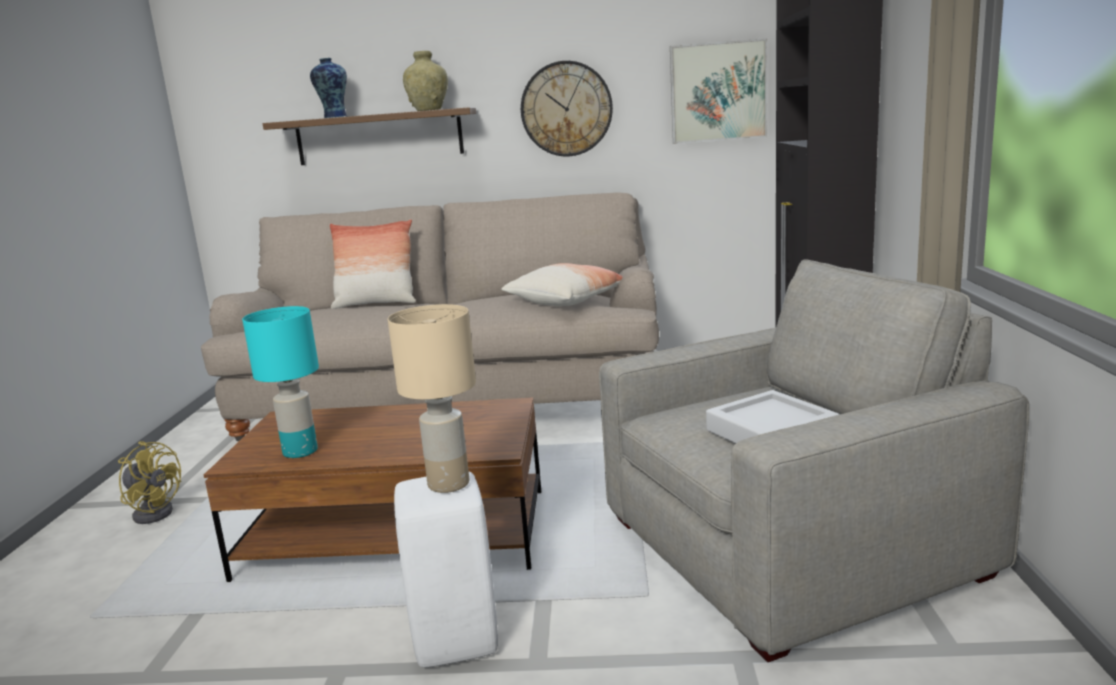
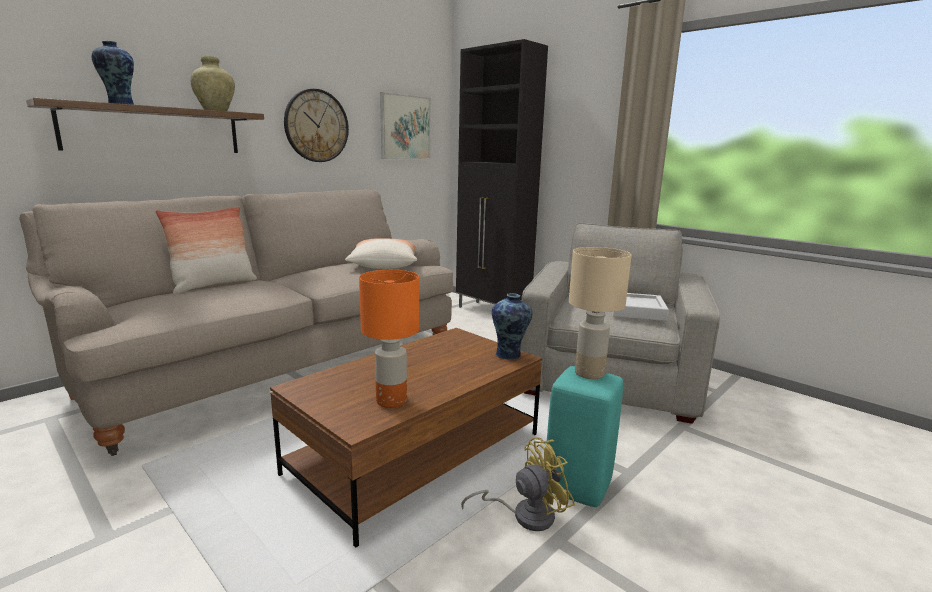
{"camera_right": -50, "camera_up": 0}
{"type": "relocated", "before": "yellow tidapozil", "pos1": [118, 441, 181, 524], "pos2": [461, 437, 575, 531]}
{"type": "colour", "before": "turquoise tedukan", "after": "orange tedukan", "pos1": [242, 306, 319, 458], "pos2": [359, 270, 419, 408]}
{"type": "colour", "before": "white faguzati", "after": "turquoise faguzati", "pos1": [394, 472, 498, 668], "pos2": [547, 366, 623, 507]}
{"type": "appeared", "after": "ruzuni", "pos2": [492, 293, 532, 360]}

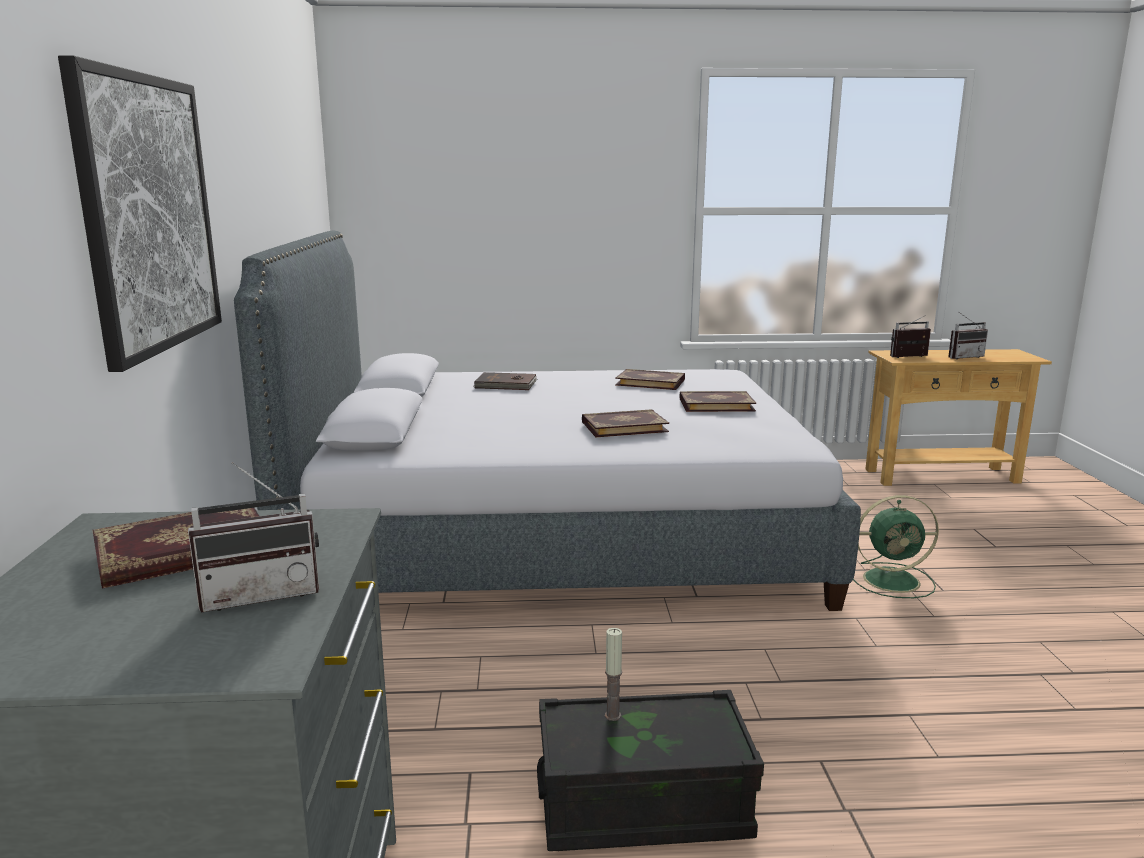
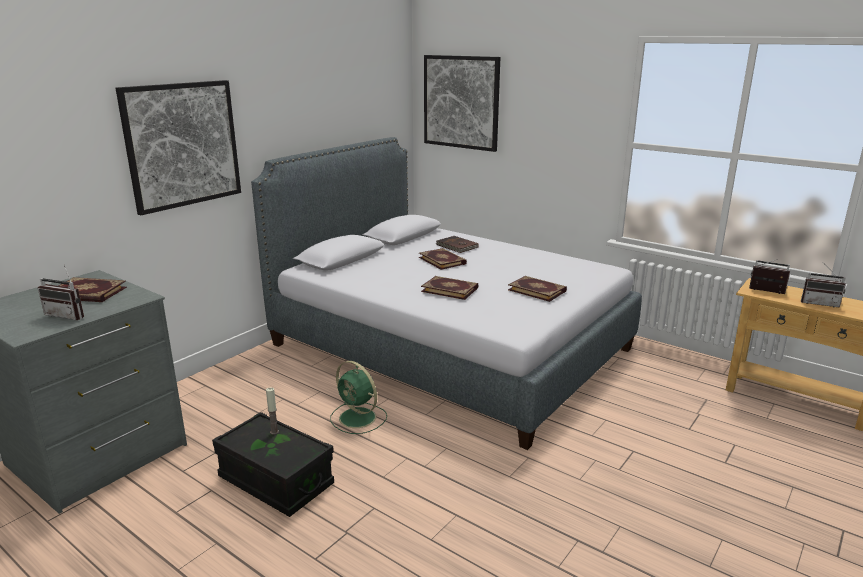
{"camera_right": 40, "camera_up": 5}
{"type": "relocated", "before": "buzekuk", "pos1": [615, 369, 685, 390], "pos2": [419, 248, 467, 270]}
{"type": "relocated", "before": "green tidapozil", "pos1": [853, 495, 939, 598], "pos2": [330, 361, 387, 434]}
{"type": "appeared", "after": "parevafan", "pos2": [424, 55, 501, 152]}

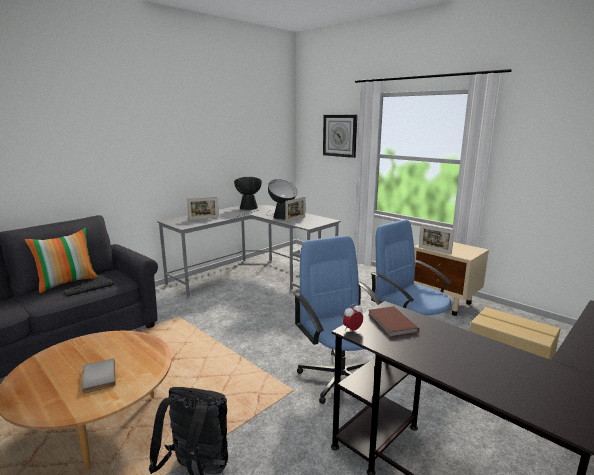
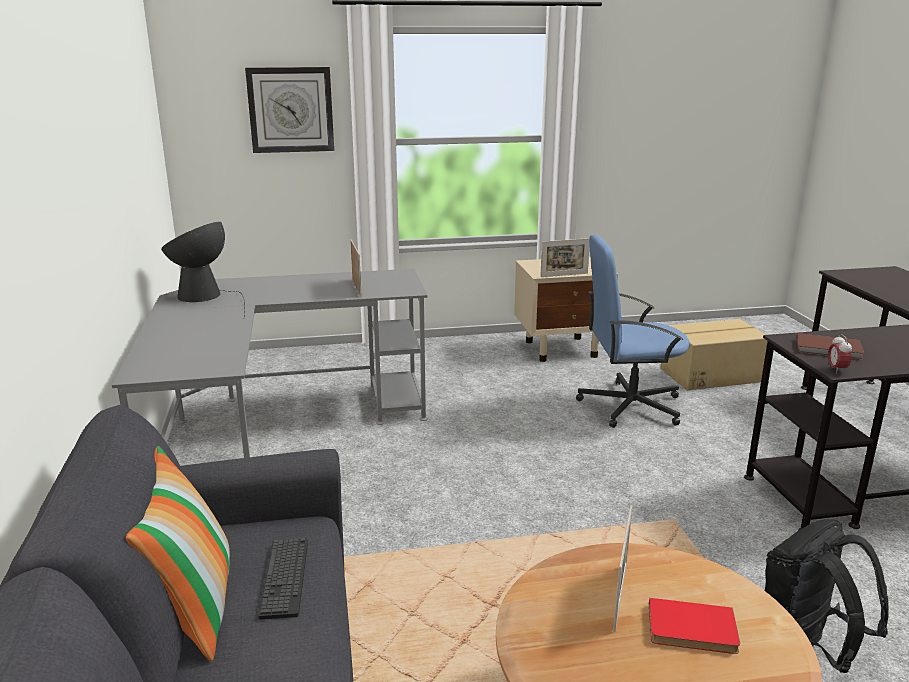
{"camera_right": -55, "camera_up": 5}
{"type": "colour", "before": "grey buzekuk", "after": "red buzekuk", "pos1": [82, 358, 116, 394], "pos2": [649, 598, 740, 654]}
{"type": "relocated", "before": "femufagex", "pos1": [187, 197, 219, 220], "pos2": [613, 505, 632, 632]}
{"type": "missing", "before": "tedukan", "pos1": [266, 179, 297, 220]}
{"type": "missing", "before": "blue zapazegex", "pos1": [294, 235, 382, 404]}

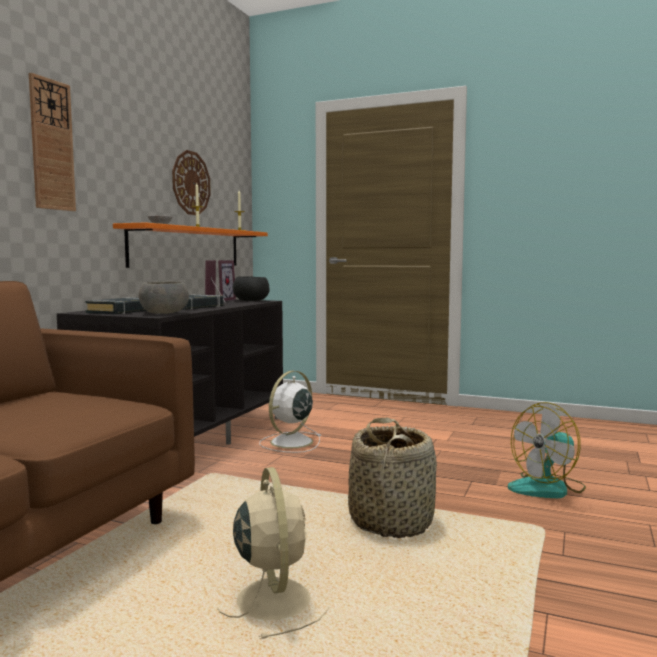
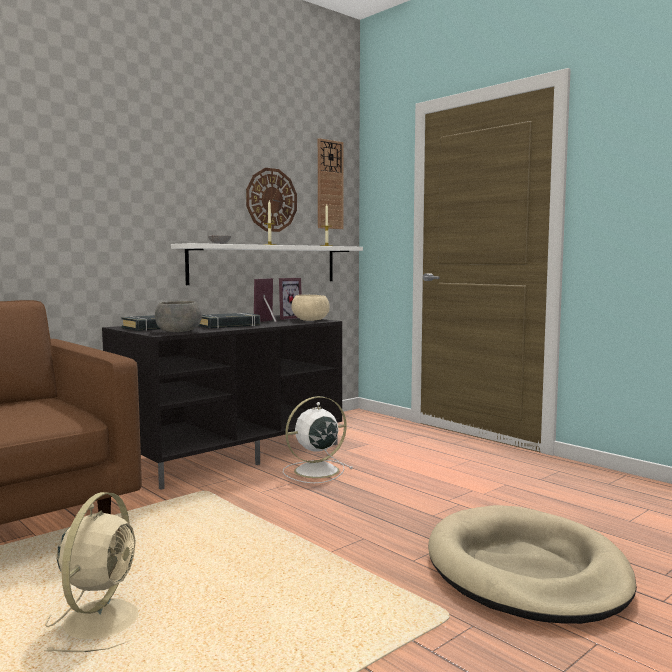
{"camera_right": 25, "camera_up": 0}
{"type": "relocated", "before": "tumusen", "pos1": [29, 73, 76, 211], "pos2": [318, 138, 344, 229]}
{"type": "colour", "before": "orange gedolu", "after": "white gedolu", "pos1": [113, 222, 268, 268], "pos2": [171, 243, 363, 285]}
{"type": "colour", "before": "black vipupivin", "after": "beige vipupivin", "pos1": [233, 276, 270, 301], "pos2": [292, 295, 330, 321]}
{"type": "missing", "before": "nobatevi", "pos1": [348, 418, 437, 538]}
{"type": "exchanged", "before": "tidapozil", "after": "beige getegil", "pos1": [508, 402, 586, 498], "pos2": [428, 505, 637, 624]}

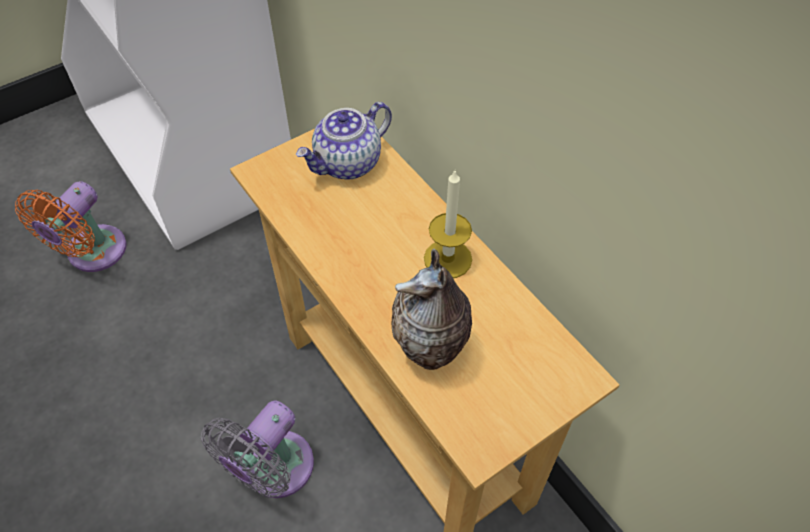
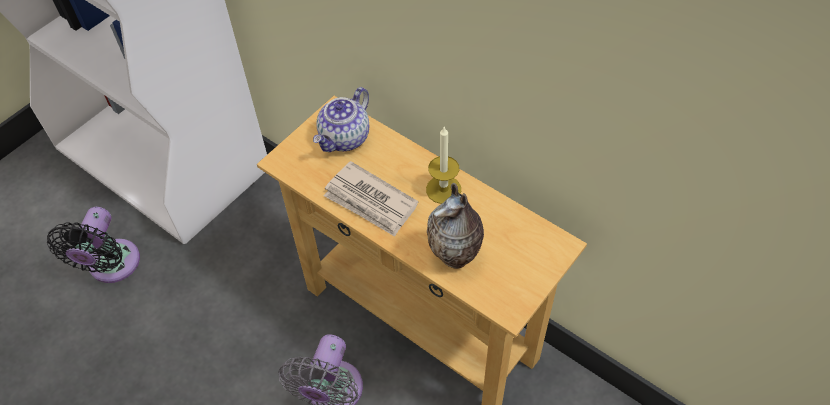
{"camera_right": -15, "camera_up": 0}
{"type": "colour", "before": "orange tidapozil", "after": "black tidapozil", "pos1": [15, 181, 127, 272], "pos2": [47, 207, 140, 283]}
{"type": "appeared", "after": "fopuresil", "pos2": [324, 161, 418, 237]}

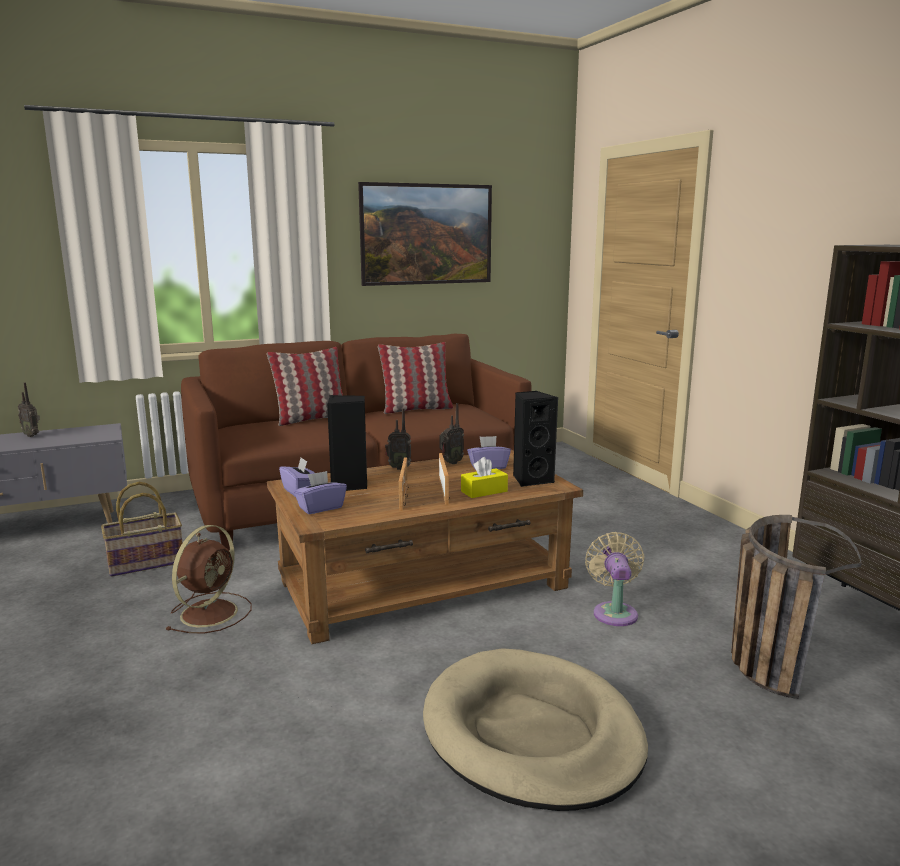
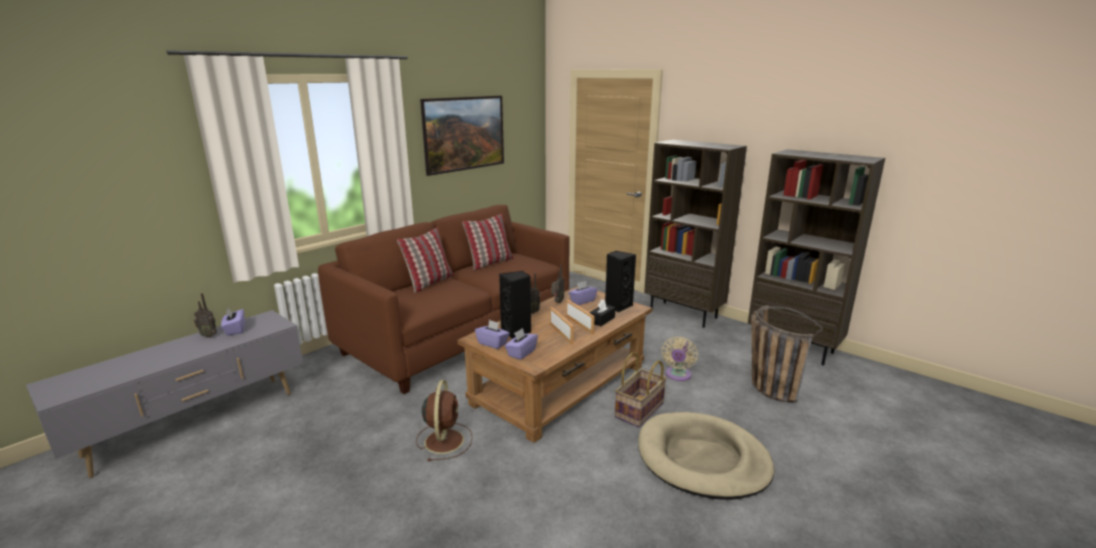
{"camera_right": -25, "camera_up": 5}
{"type": "relocated", "before": "nobatevi", "pos1": [101, 482, 183, 577], "pos2": [615, 352, 667, 427]}
{"type": "colour", "before": "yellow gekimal", "after": "black gekimal", "pos1": [461, 457, 508, 498], "pos2": [590, 299, 615, 326]}
{"type": "spun", "before": "beige tidapozil", "pos1": [585, 532, 645, 626], "pos2": [662, 337, 698, 381], "turn": -135}
{"type": "appeared", "after": "purple gekimal", "pos2": [221, 307, 245, 336]}
{"type": "appeared", "after": "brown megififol", "pos2": [644, 140, 747, 328]}

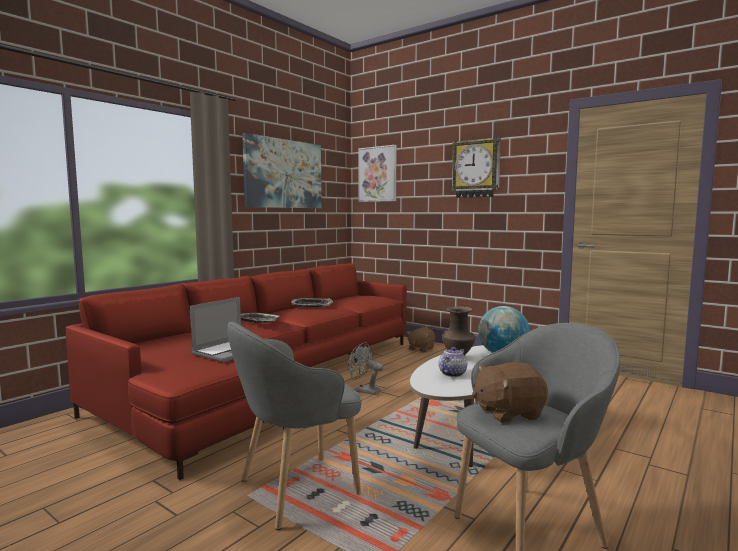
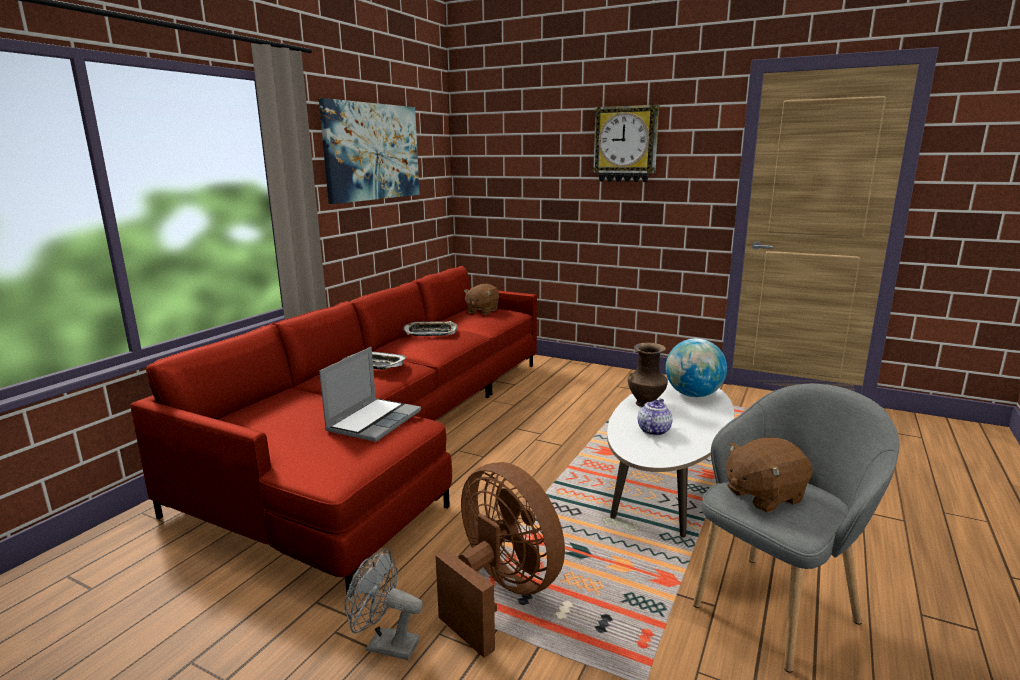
{"camera_right": -10, "camera_up": 10}
{"type": "exchanged", "before": "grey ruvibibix", "after": "brown tidapozil", "pos1": [227, 322, 362, 530], "pos2": [436, 462, 565, 658]}
{"type": "relocated", "before": "grey tidapozil", "pos1": [348, 342, 384, 395], "pos2": [345, 549, 423, 660]}
{"type": "missing", "before": "parevafan", "pos1": [358, 145, 397, 202]}
{"type": "relocated", "before": "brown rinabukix", "pos1": [407, 327, 435, 352], "pos2": [464, 284, 499, 314]}

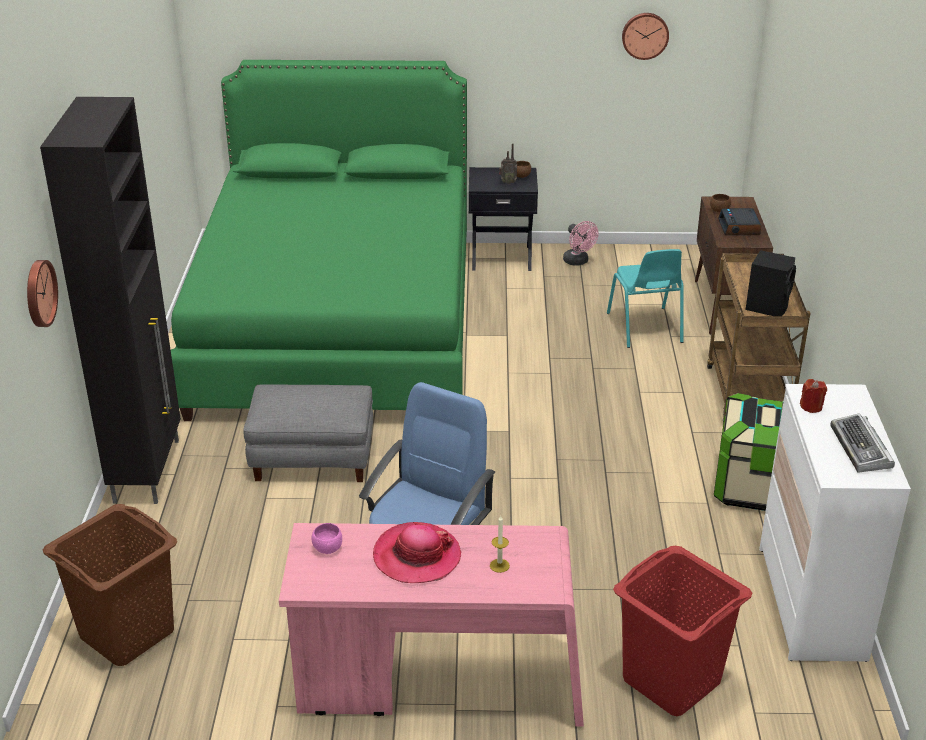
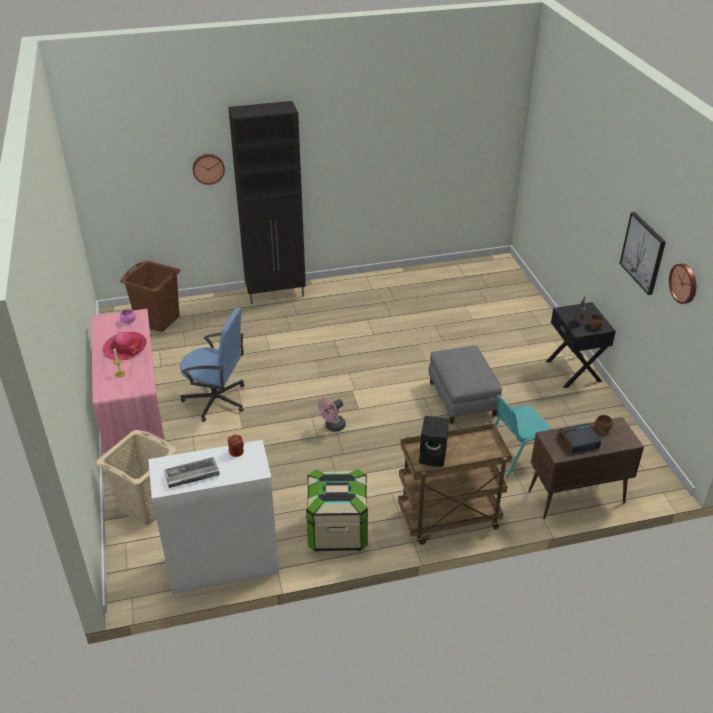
{"camera_right": 75, "camera_up": 5}
{"type": "missing", "before": "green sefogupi", "pos1": [171, 60, 467, 421]}
{"type": "relocated", "before": "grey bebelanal", "pos1": [243, 384, 373, 482], "pos2": [429, 345, 502, 424]}
{"type": "relocated", "before": "pink tidapozil", "pos1": [563, 221, 598, 266], "pos2": [318, 398, 346, 432]}
{"type": "colour", "before": "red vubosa", "after": "beige vubosa", "pos1": [613, 546, 752, 716], "pos2": [96, 430, 176, 525]}
{"type": "appeared", "after": "parevafan", "pos2": [619, 212, 666, 295]}

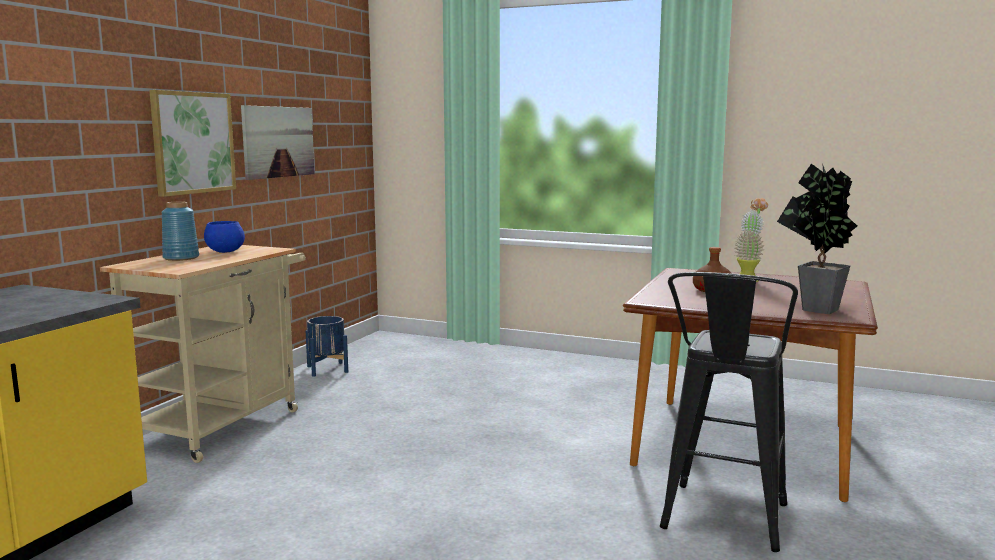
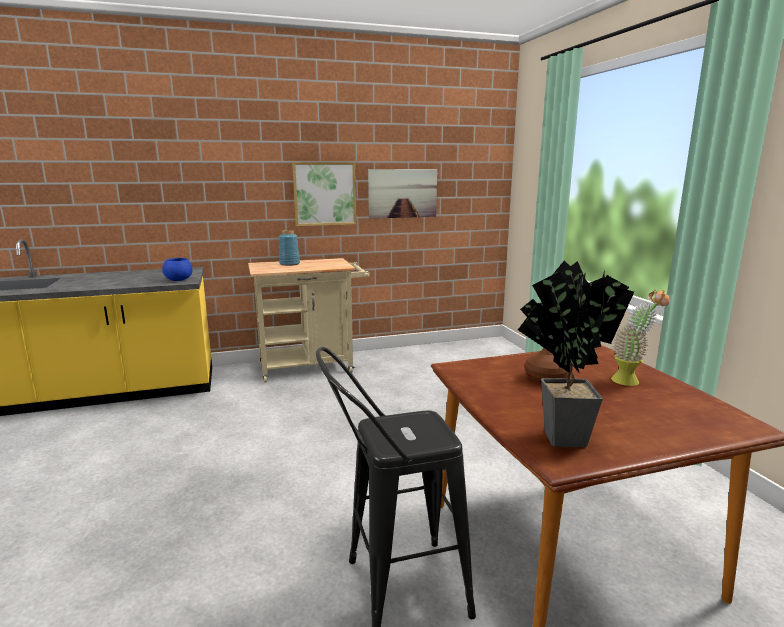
{"camera_right": 50, "camera_up": 5}
{"type": "relocated", "before": "blue vipupivin", "pos1": [204, 221, 245, 253], "pos2": [162, 258, 192, 281]}
{"type": "missing", "before": "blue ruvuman", "pos1": [306, 316, 348, 377]}

